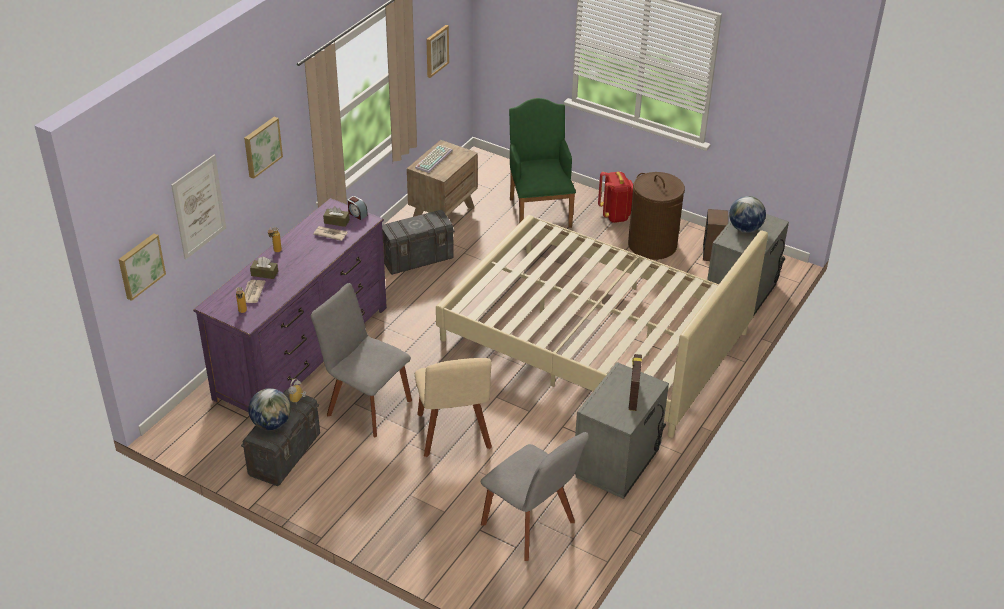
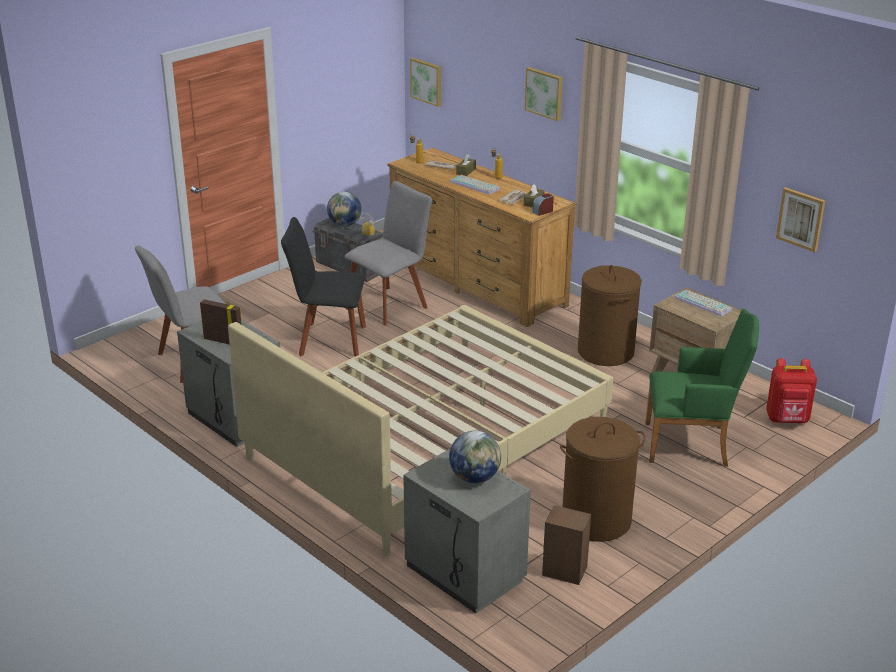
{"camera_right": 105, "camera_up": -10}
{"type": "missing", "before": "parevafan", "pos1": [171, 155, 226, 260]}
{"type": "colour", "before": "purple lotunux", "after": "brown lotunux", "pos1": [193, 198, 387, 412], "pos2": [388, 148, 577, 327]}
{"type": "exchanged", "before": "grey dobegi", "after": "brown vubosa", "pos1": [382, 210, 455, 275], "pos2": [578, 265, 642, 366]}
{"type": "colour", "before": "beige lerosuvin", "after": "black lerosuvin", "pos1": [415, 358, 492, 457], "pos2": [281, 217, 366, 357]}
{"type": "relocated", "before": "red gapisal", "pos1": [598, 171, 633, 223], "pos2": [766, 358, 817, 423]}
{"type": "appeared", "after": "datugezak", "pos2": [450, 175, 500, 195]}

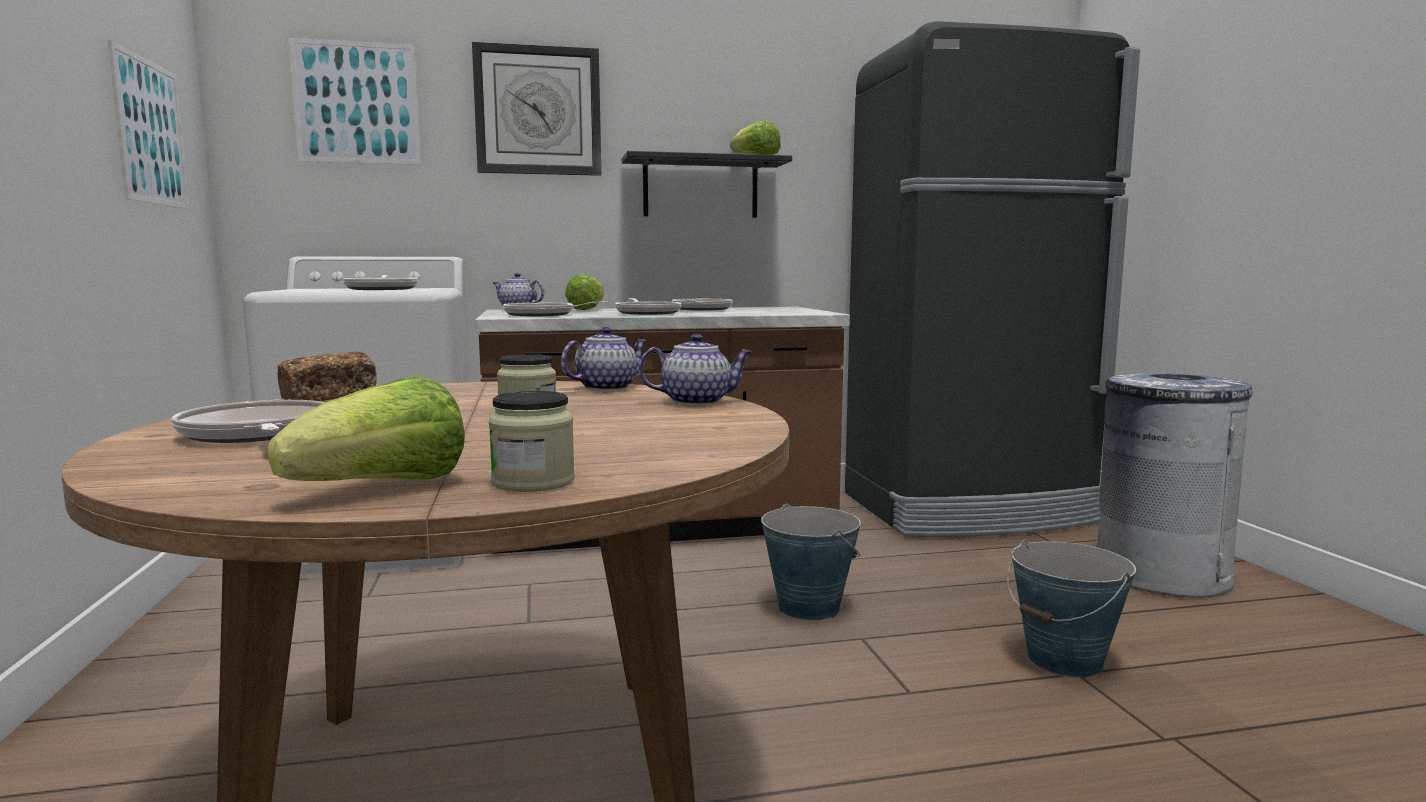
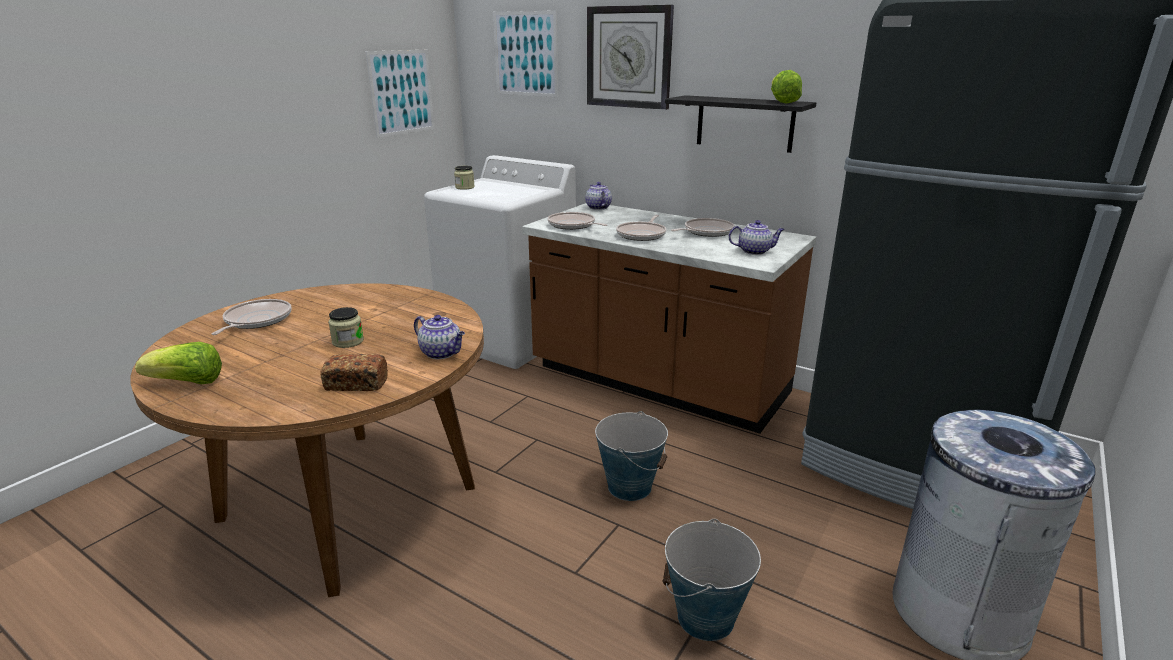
{"camera_right": 45, "camera_up": 15}
{"type": "relocated", "before": "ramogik", "pos1": [277, 352, 377, 401], "pos2": [320, 354, 388, 391]}
{"type": "missing", "before": "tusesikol", "pos1": [343, 275, 418, 290]}
{"type": "relocated", "before": "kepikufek", "pos1": [489, 391, 575, 492], "pos2": [454, 166, 475, 190]}
{"type": "relocated", "before": "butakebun", "pos1": [561, 327, 647, 391], "pos2": [728, 220, 785, 255]}
{"type": "missing", "before": "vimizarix", "pos1": [565, 274, 604, 310]}

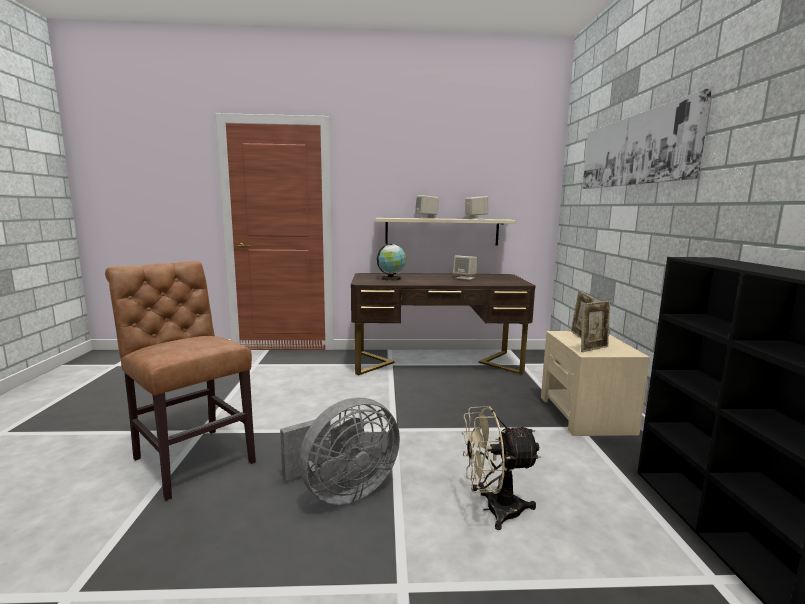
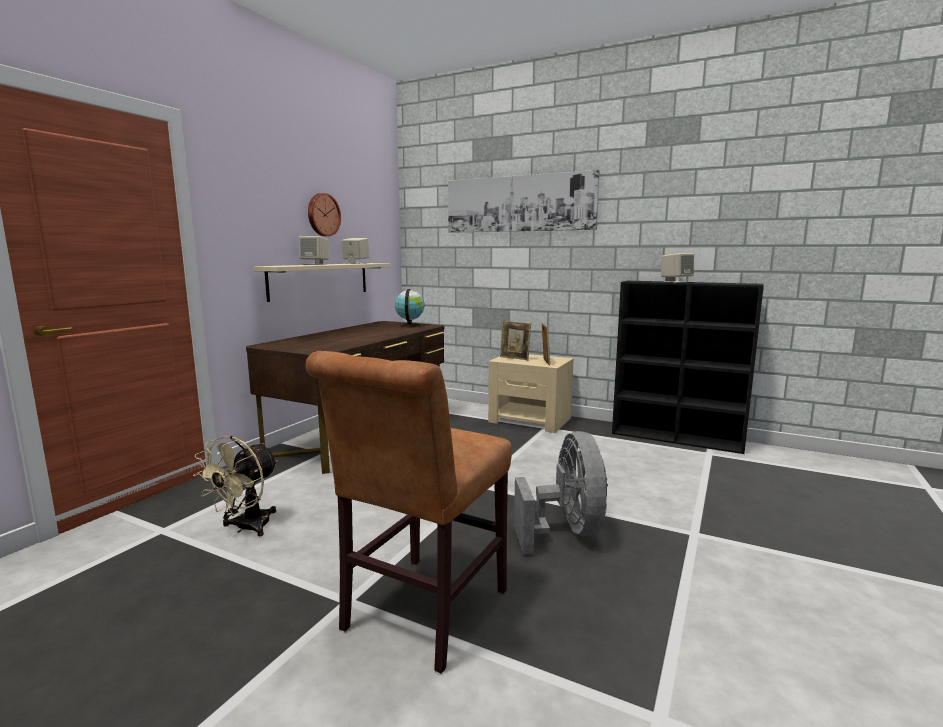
{"camera_right": -60, "camera_up": 0}
{"type": "spun", "before": "brown lerosuvin", "pos1": [105, 261, 256, 501], "pos2": [305, 351, 512, 674], "turn": -45}
{"type": "relocated", "before": "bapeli", "pos1": [377, 243, 406, 281], "pos2": [395, 289, 425, 327]}
{"type": "relocated", "before": "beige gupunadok", "pos1": [453, 255, 478, 280], "pos2": [661, 253, 694, 283]}
{"type": "relocated", "before": "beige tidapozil", "pos1": [462, 406, 541, 530], "pos2": [193, 436, 278, 537]}
{"type": "appeared", "after": "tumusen", "pos2": [308, 193, 341, 236]}

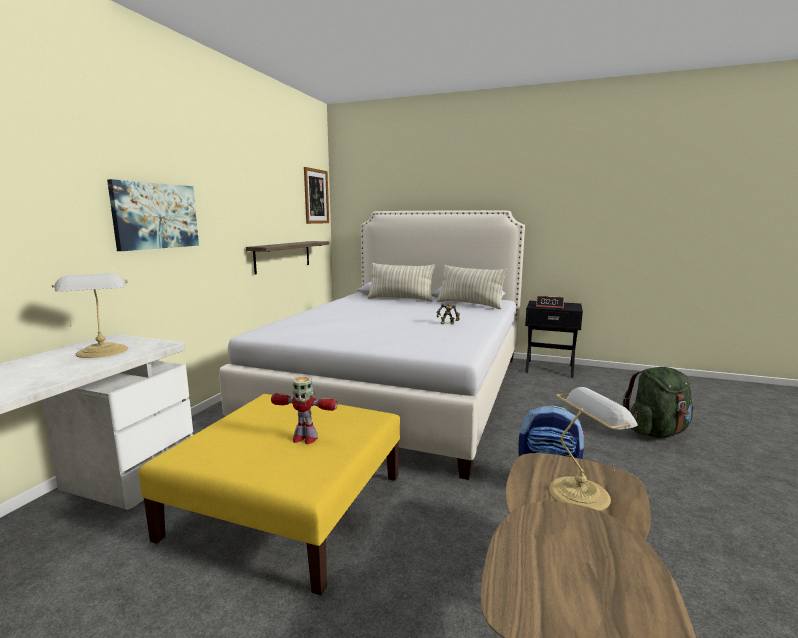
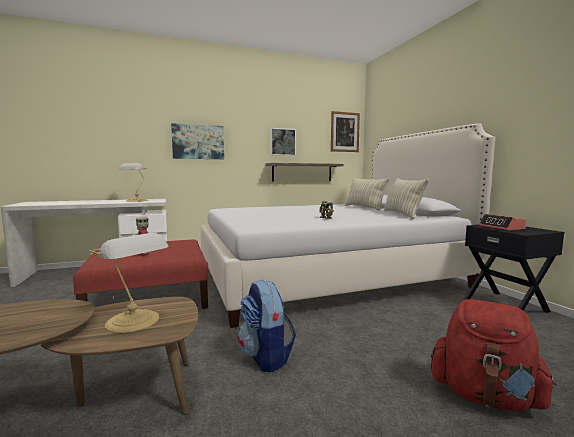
{"camera_right": 50, "camera_up": -5}
{"type": "colour", "before": "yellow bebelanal", "after": "red bebelanal", "pos1": [138, 394, 400, 595], "pos2": [73, 239, 208, 309]}
{"type": "colour", "before": "green gapisal", "after": "red gapisal", "pos1": [623, 367, 693, 438], "pos2": [431, 299, 556, 411]}
{"type": "appeared", "after": "parevafan", "pos2": [270, 128, 296, 156]}

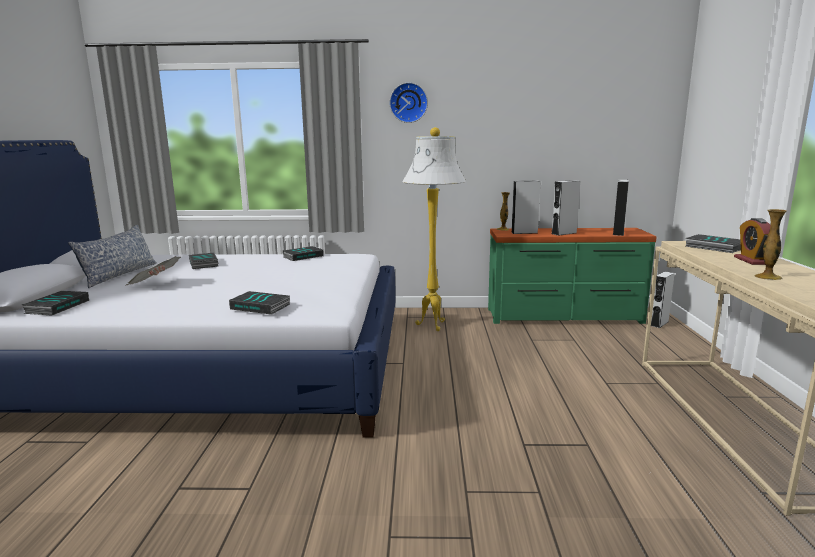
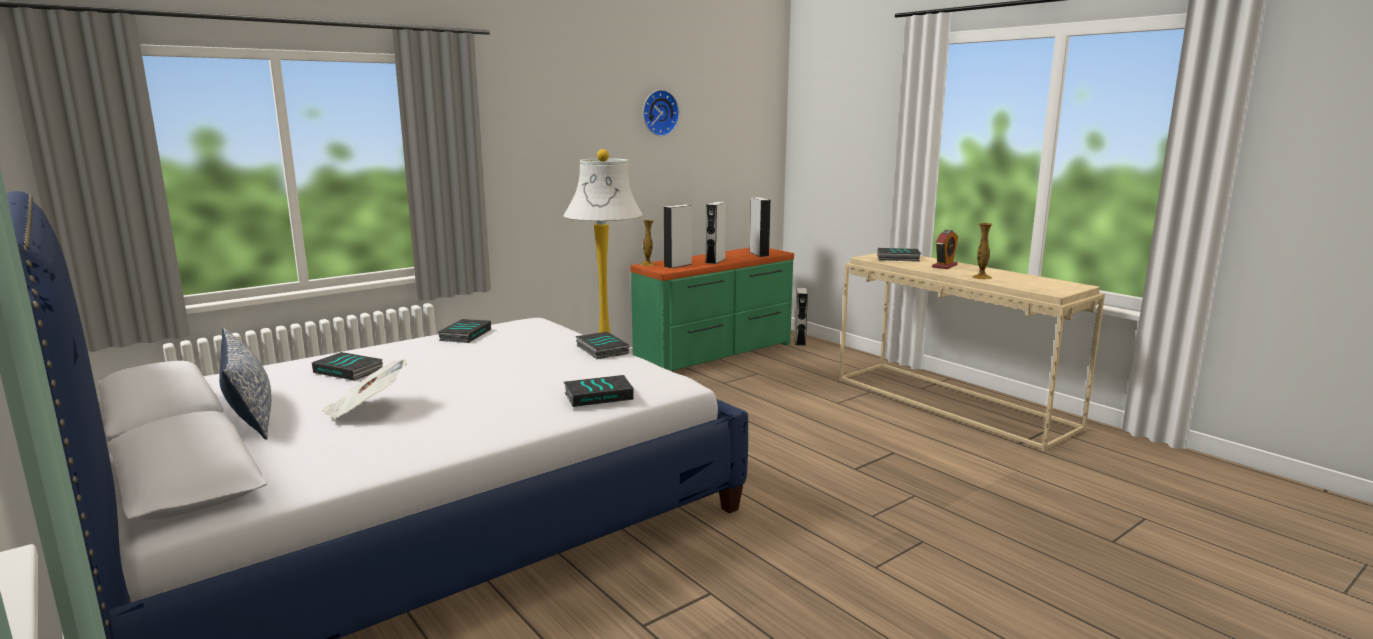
{"camera_right": -40, "camera_up": 0}
{"type": "relocated", "before": "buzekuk", "pos1": [22, 291, 89, 315], "pos2": [576, 332, 629, 359]}
{"type": "relocated", "before": "tumusen", "pos1": [390, 82, 428, 123], "pos2": [643, 90, 679, 136]}
{"type": "spun", "before": "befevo", "pos1": [734, 218, 771, 265], "pos2": [932, 230, 958, 269], "turn": -105}

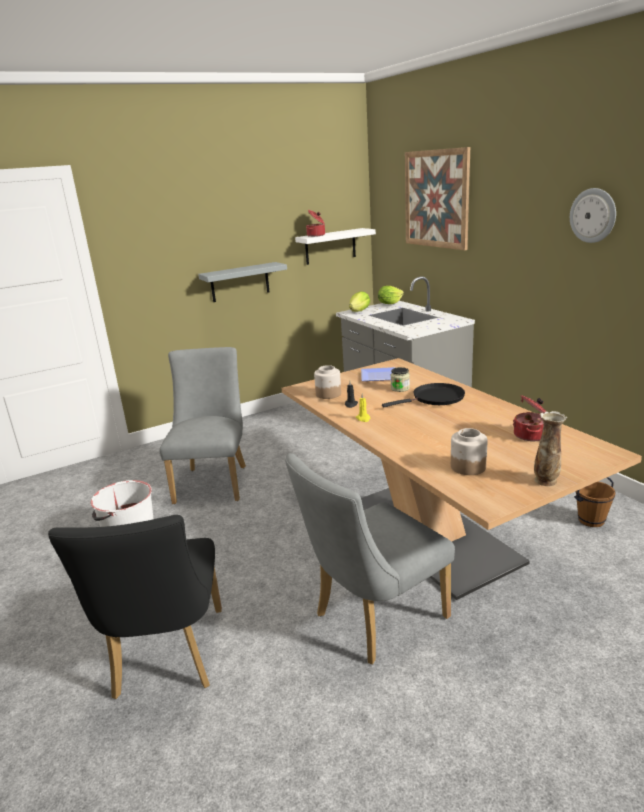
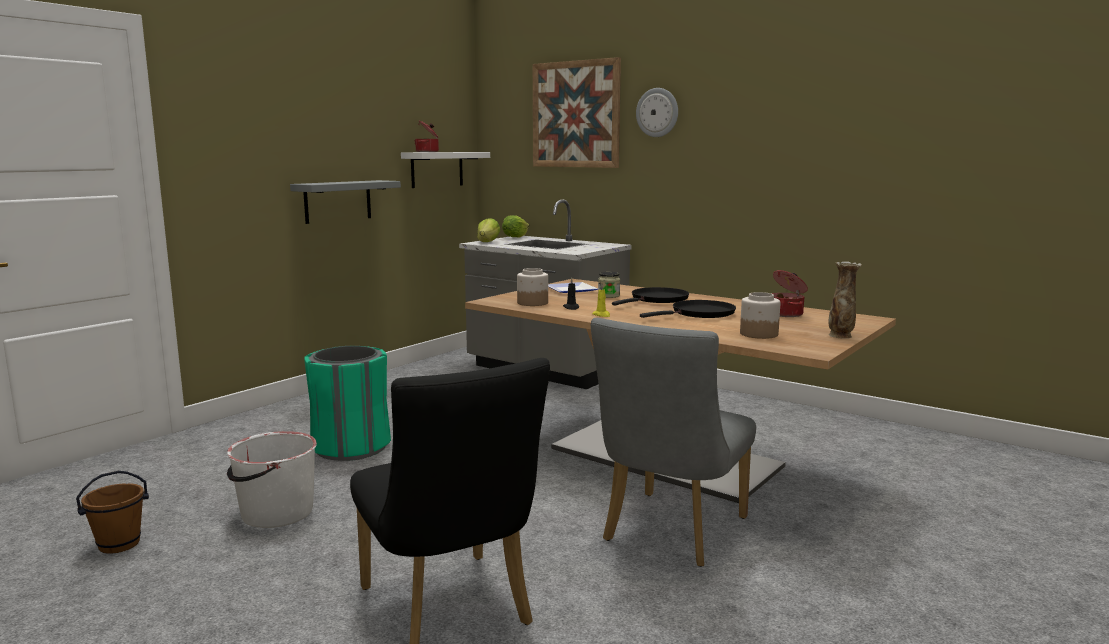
{"camera_right": -25, "camera_up": -10}
{"type": "exchanged", "before": "grey lerosuvin", "after": "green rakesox", "pos1": [159, 347, 246, 504], "pos2": [304, 346, 391, 461]}
{"type": "relocated", "before": "tumusen", "pos1": [570, 188, 616, 243], "pos2": [636, 88, 678, 137]}
{"type": "relocated", "before": "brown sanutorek", "pos1": [574, 477, 616, 527], "pos2": [76, 471, 149, 554]}
{"type": "appeared", "after": "black tusesikol", "pos2": [640, 300, 736, 318]}

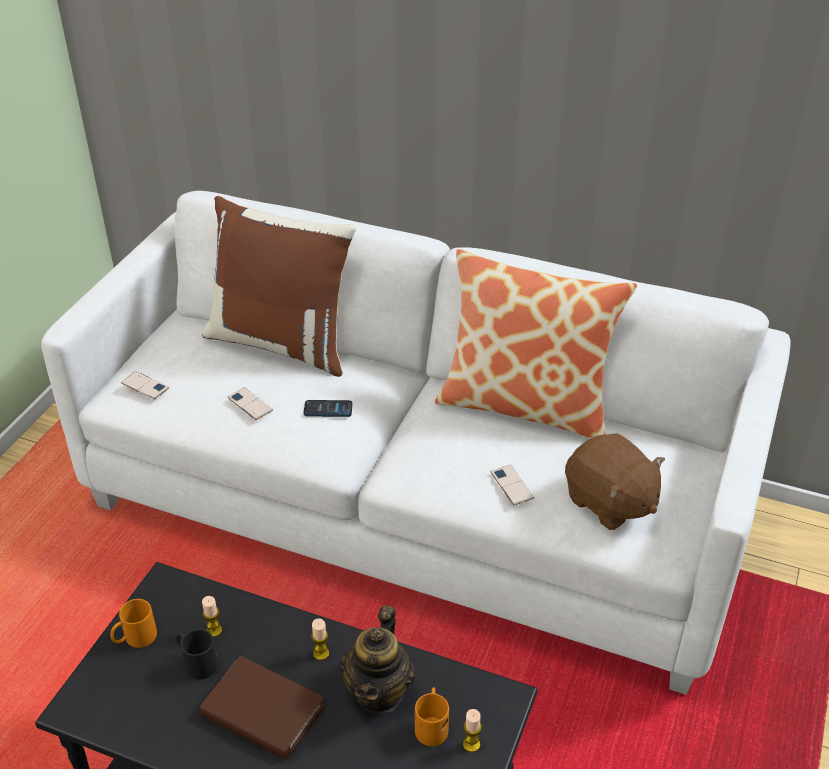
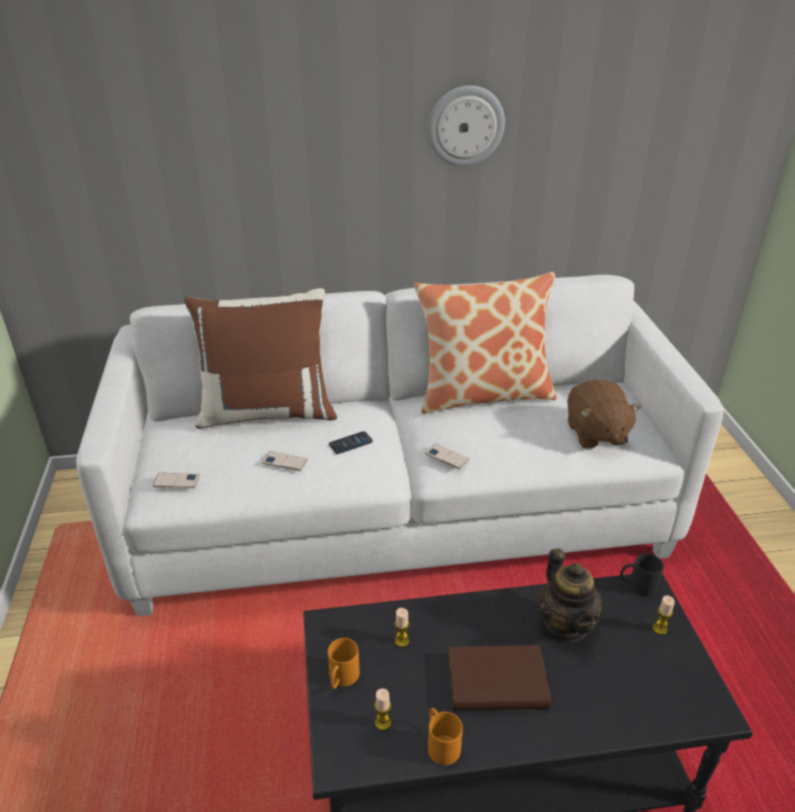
{"camera_right": -30, "camera_up": -5}
{"type": "relocated", "before": "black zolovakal", "pos1": [176, 629, 218, 679], "pos2": [620, 554, 664, 597]}
{"type": "relocated", "before": "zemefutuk", "pos1": [311, 619, 329, 660], "pos2": [374, 688, 391, 731]}
{"type": "relocated", "before": "orange zolovakal", "pos1": [415, 687, 449, 746], "pos2": [428, 708, 463, 765]}
{"type": "relocated", "before": "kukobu", "pos1": [491, 465, 534, 505], "pos2": [425, 444, 470, 469]}
{"type": "spun", "before": "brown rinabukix", "pos1": [565, 434, 665, 530], "pos2": [567, 380, 641, 449], "turn": 60}
{"type": "appeared", "after": "tumusen", "pos2": [428, 85, 505, 166]}

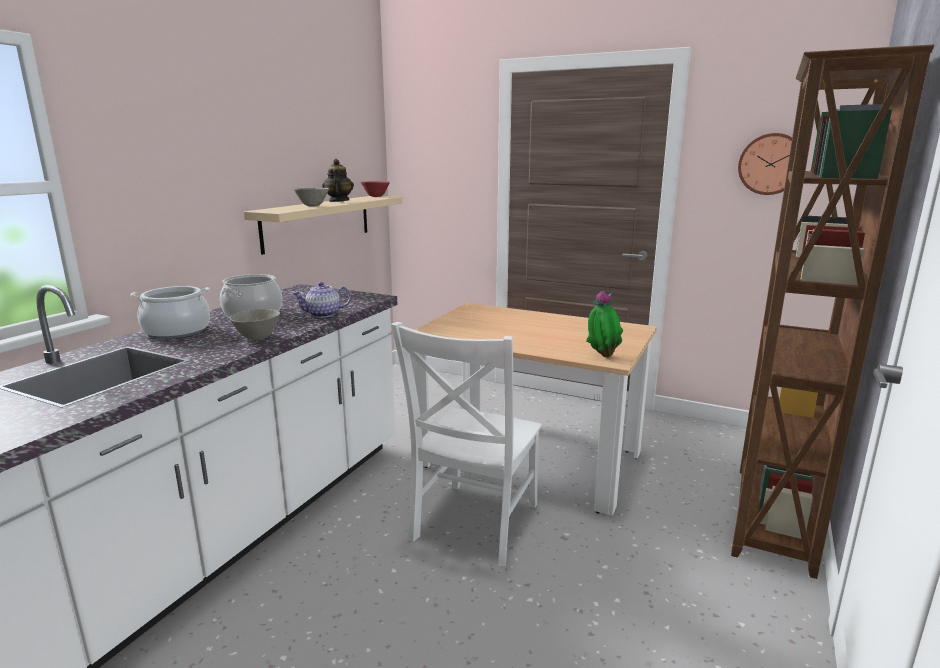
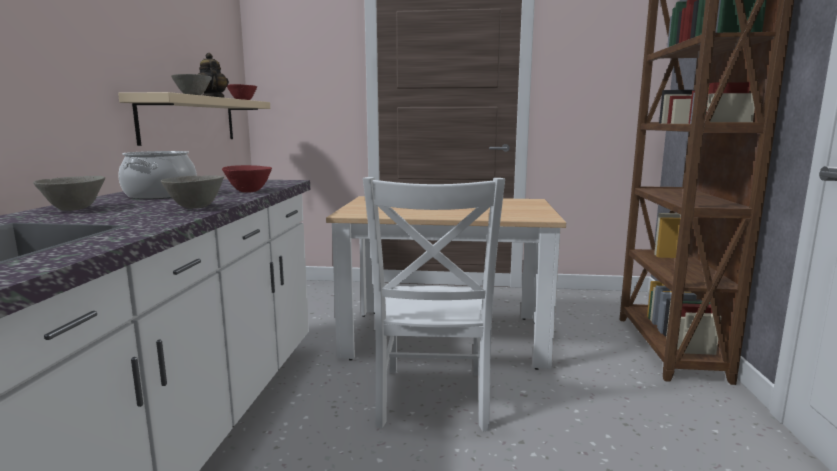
{"camera_right": -20, "camera_up": -5}
{"type": "exchanged", "before": "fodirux", "after": "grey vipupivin", "pos1": [130, 286, 210, 339], "pos2": [33, 176, 105, 211]}
{"type": "exchanged", "before": "butakebun", "after": "red vipupivin", "pos1": [292, 282, 351, 318], "pos2": [222, 165, 272, 192]}
{"type": "missing", "before": "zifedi", "pos1": [586, 290, 624, 357]}
{"type": "missing", "before": "tumusen", "pos1": [738, 133, 792, 195]}

